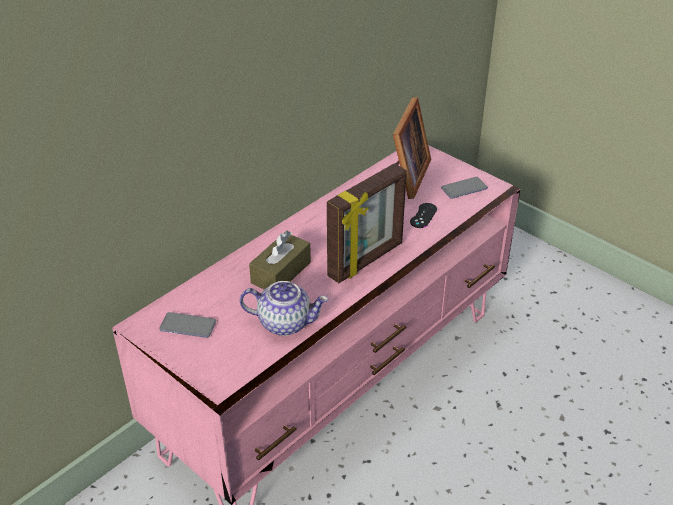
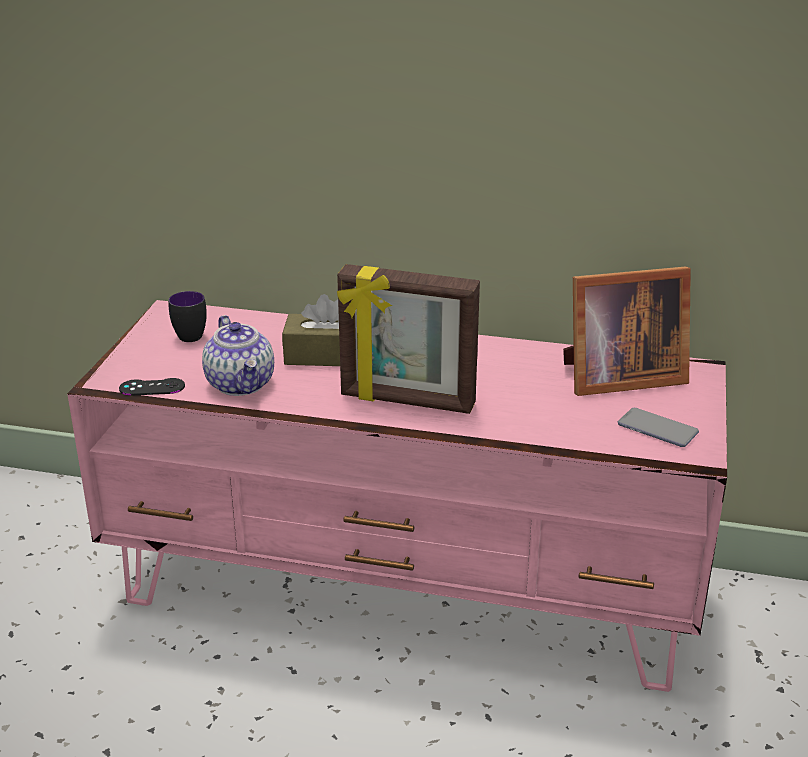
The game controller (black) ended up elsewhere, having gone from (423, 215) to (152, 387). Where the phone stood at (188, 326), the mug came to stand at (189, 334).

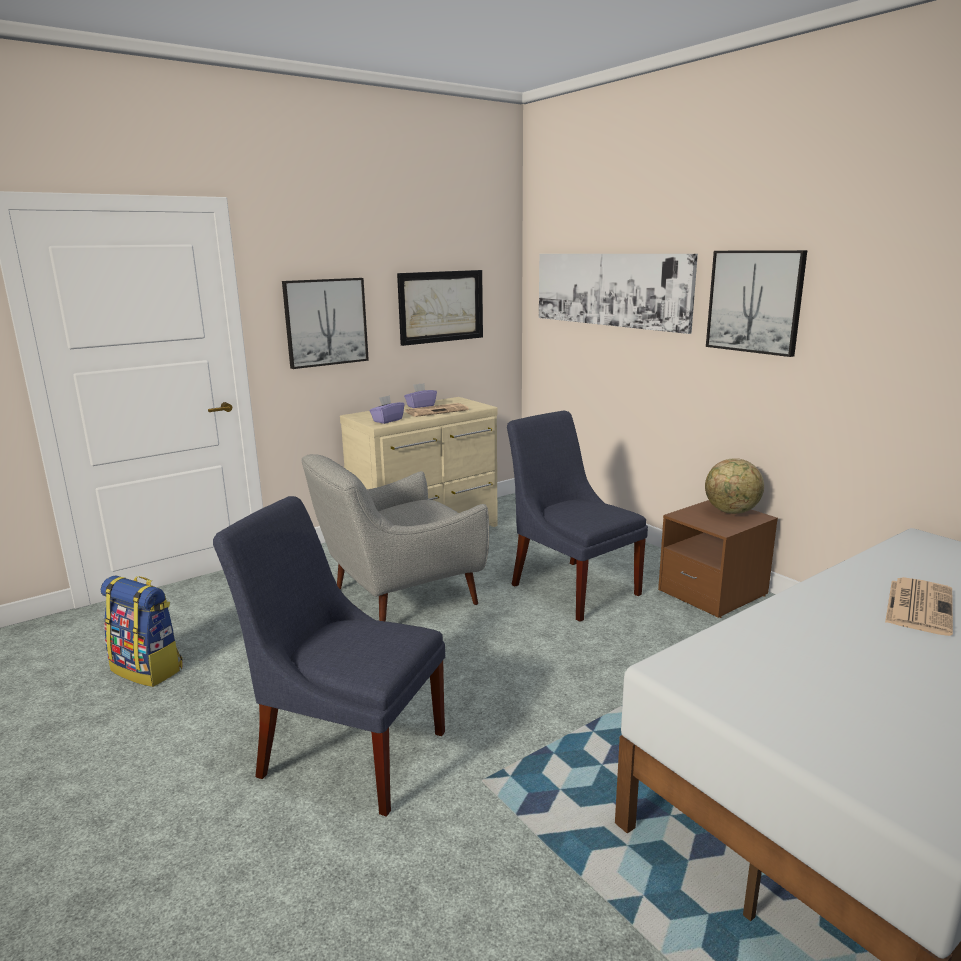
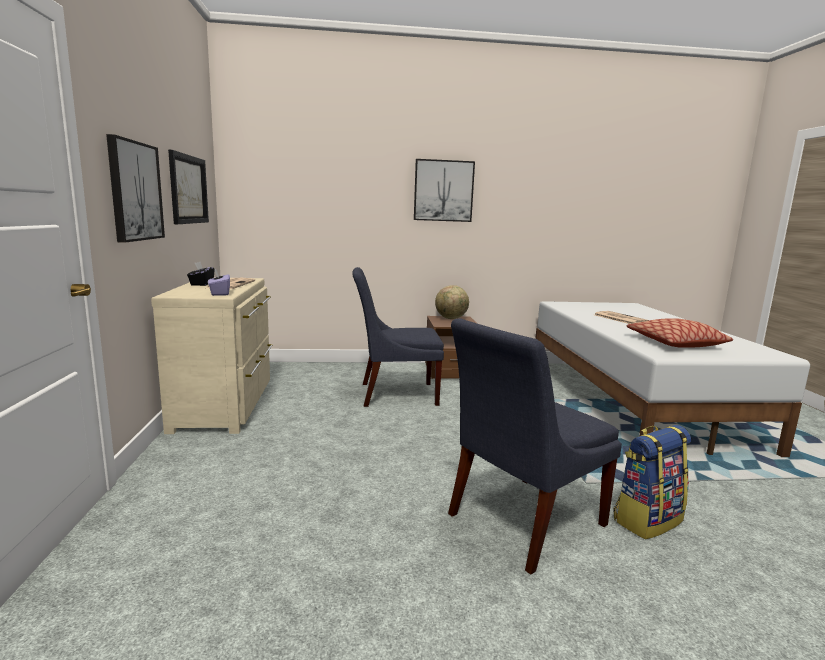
What was the tissue box (purple) at (420, 406) turned into the tissue box (black) at (201, 284). The backpack ended up elsewhere, having gone from (148, 669) to (647, 519). The second view gained the pillow at (675, 343). The second view lost the armchair (grey) at (398, 598). The second view lost the picture at (610, 289).

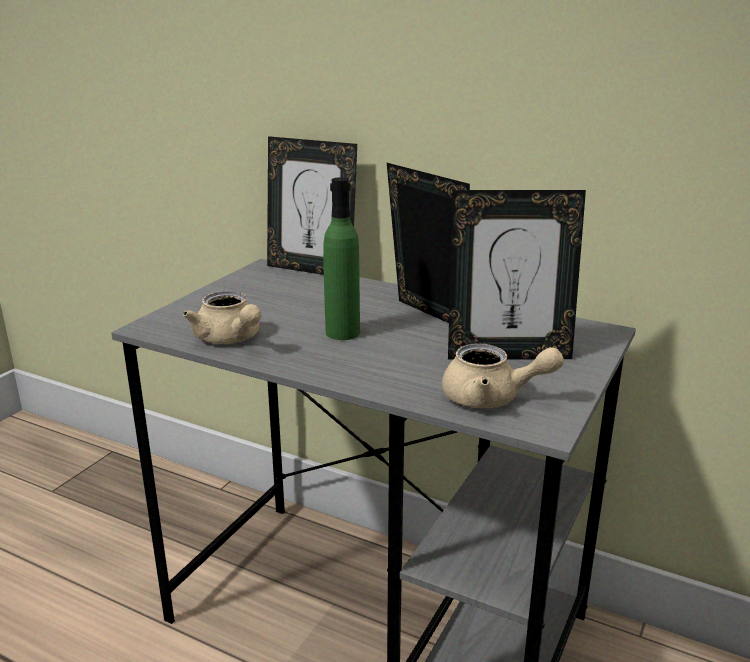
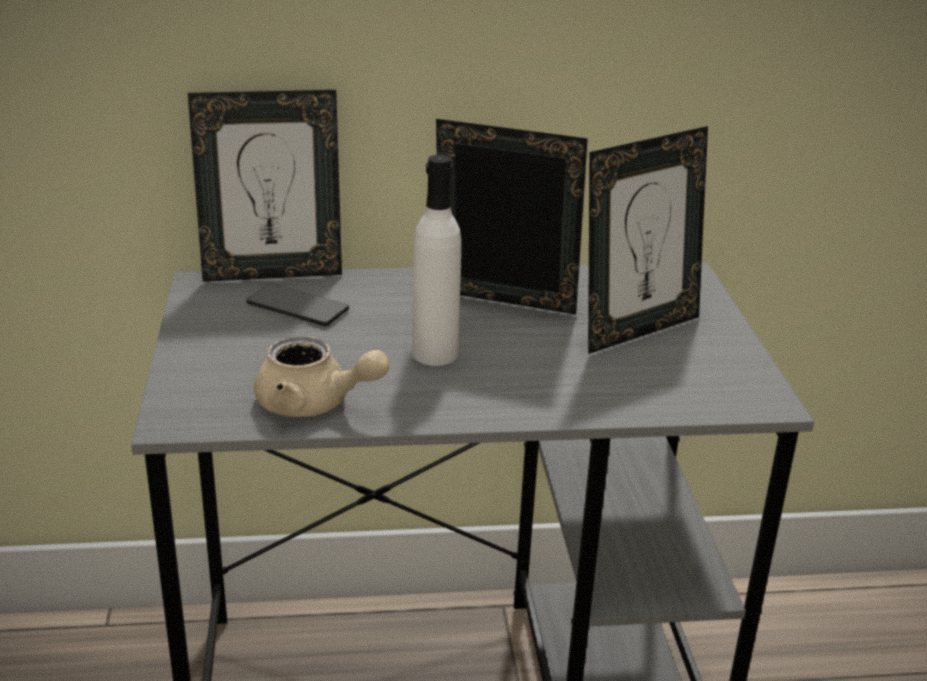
The second view gained the phone at (297, 307). What was the bottle (green) at (342, 332) turned into the bottle (white) at (435, 354). The second view lost the teapot (beige) at (492, 398).

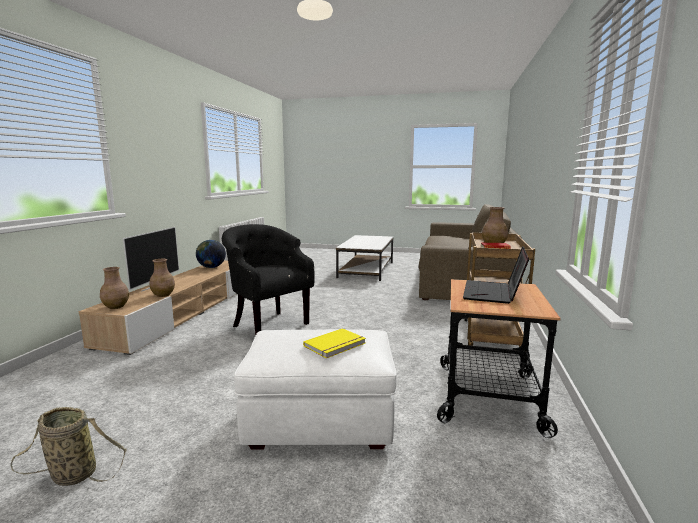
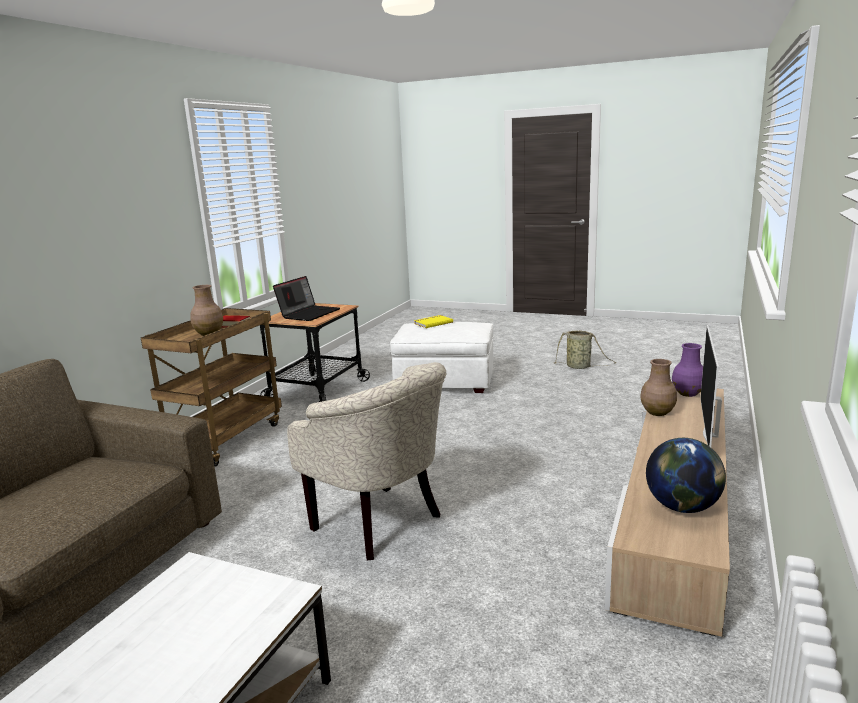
The second view gained the armchair (beige) at (382, 524). What was the vase (brown) at (116, 307) turned into the vase (purple) at (687, 393). The second view lost the armchair (black) at (268, 324).

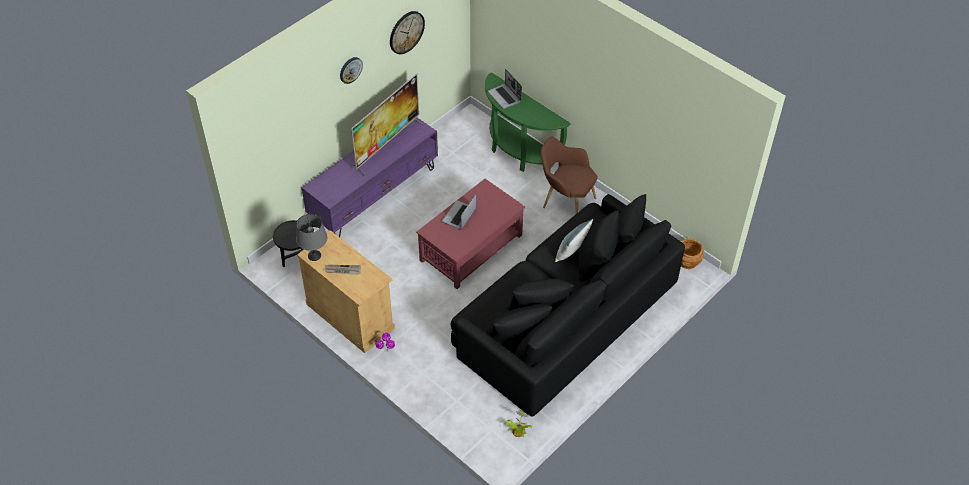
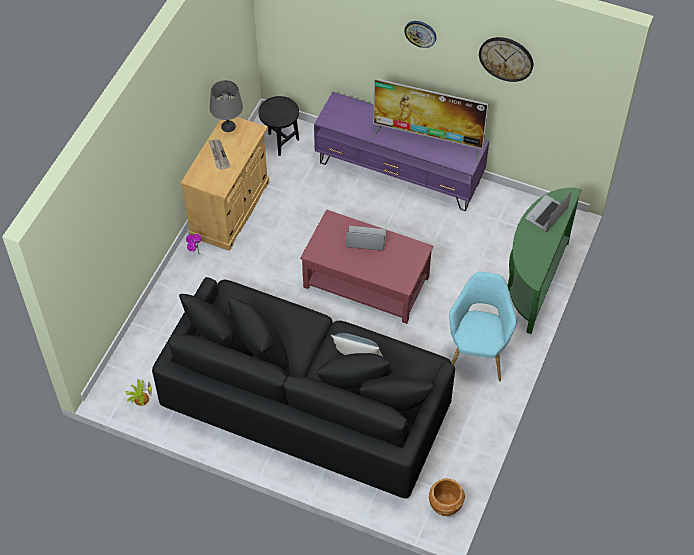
What was the armchair (brown) at (565, 202) turned into the armchair (turquoise) at (477, 352).

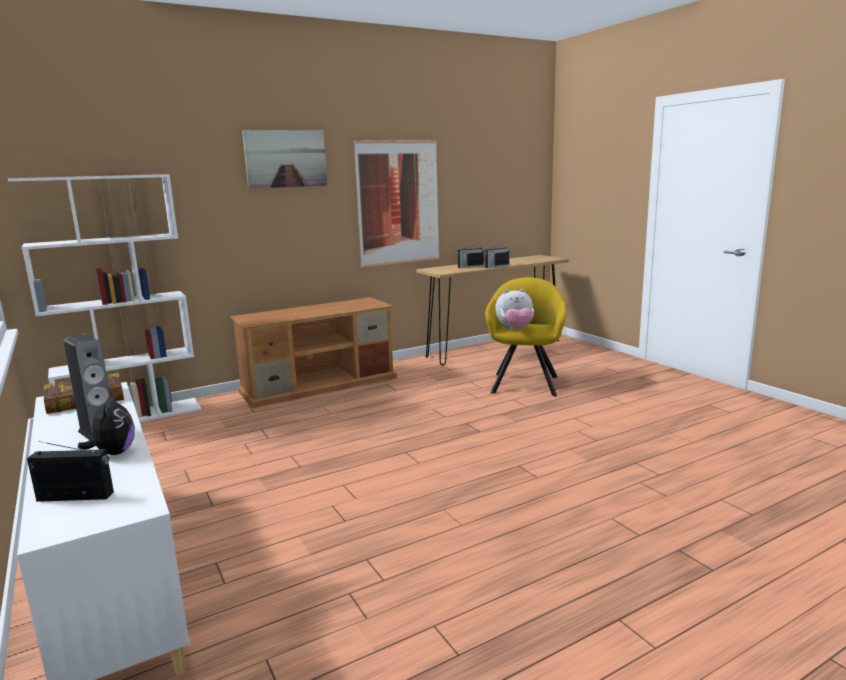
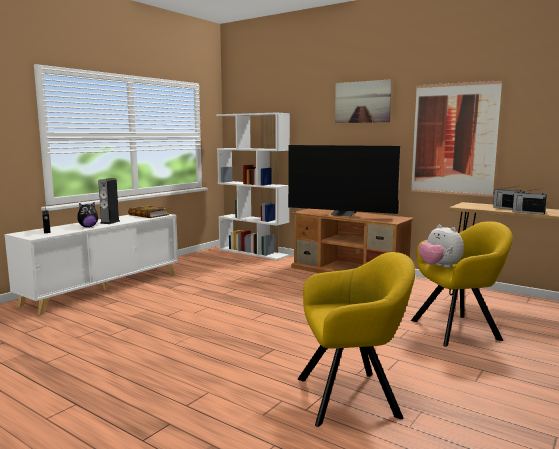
The second view gained the television at (342, 214). The second view gained the armchair (yellow) at (353, 396).

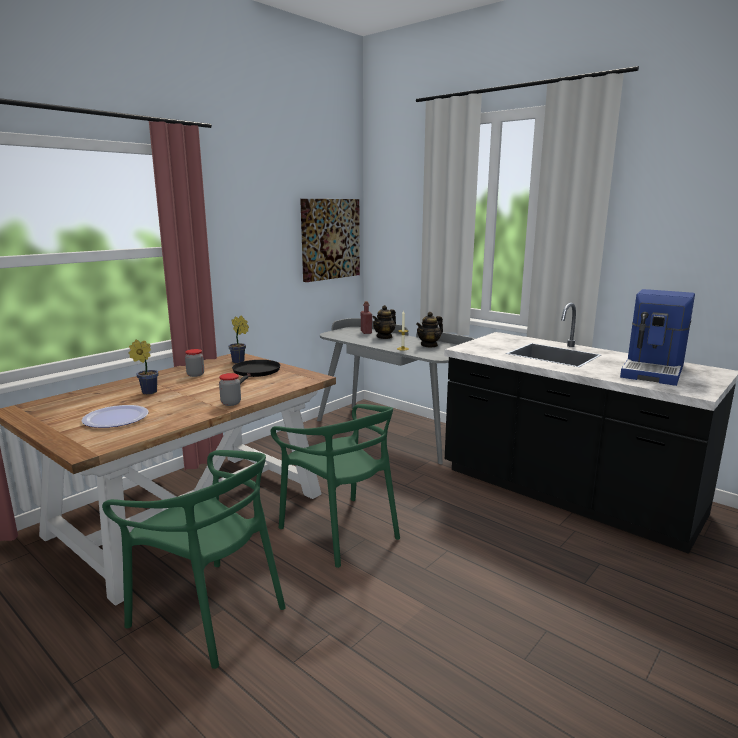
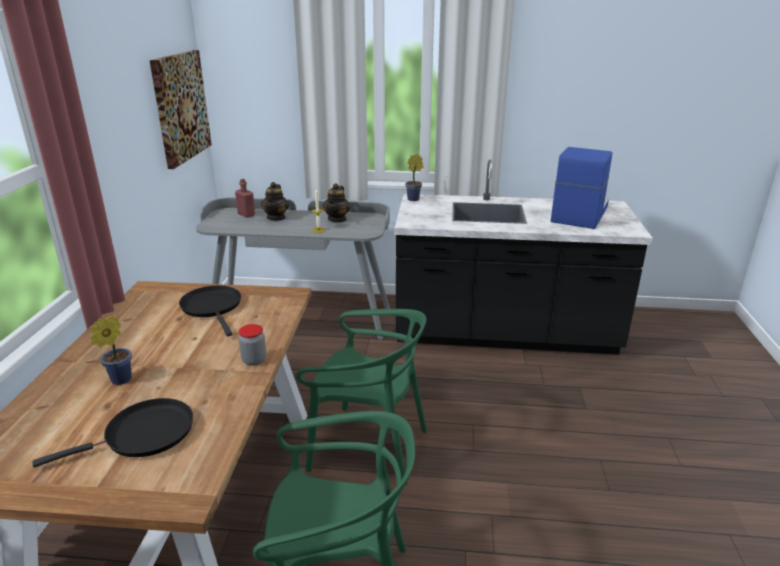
Where the plate stood at (116, 418), the frying pan (black) came to stand at (144, 434). The potted plant ended up elsewhere, having gone from (239, 361) to (414, 199). The coffee machine at (654, 370) ended up facing another way, 150 degrees counterclockwise from before. The second view lost the jar at (195, 374).

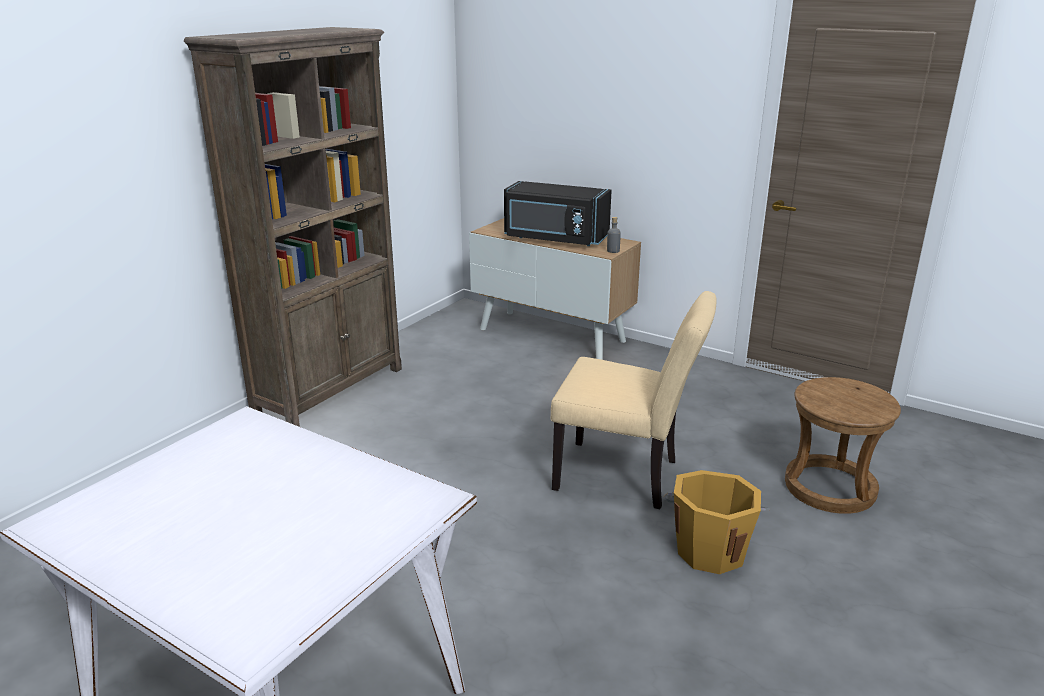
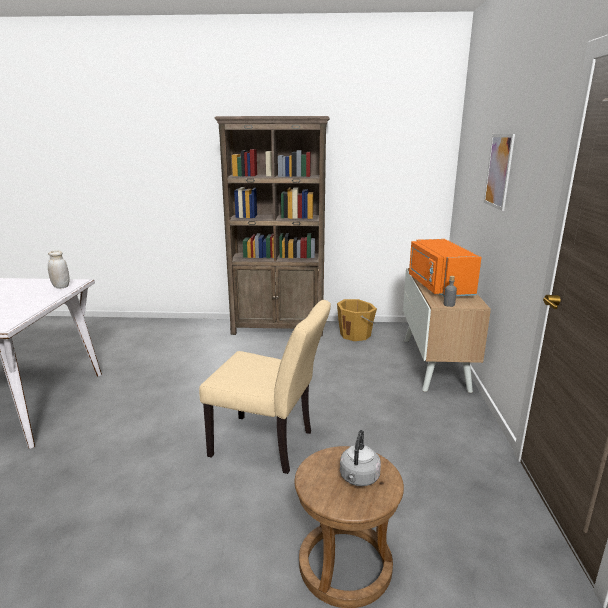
The second view gained the jar (white) at (61, 287). The chair (beige) at (626, 476) ended up facing another way, 60 degrees counterclockwise from before. The bucket (orange) ended up elsewhere, having gone from (710, 550) to (356, 335). The second view gained the kettle (grey) at (358, 479). What was the microwave (black) at (554, 239) turned into the microwave (orange) at (438, 286). The second view gained the picture at (498, 171).

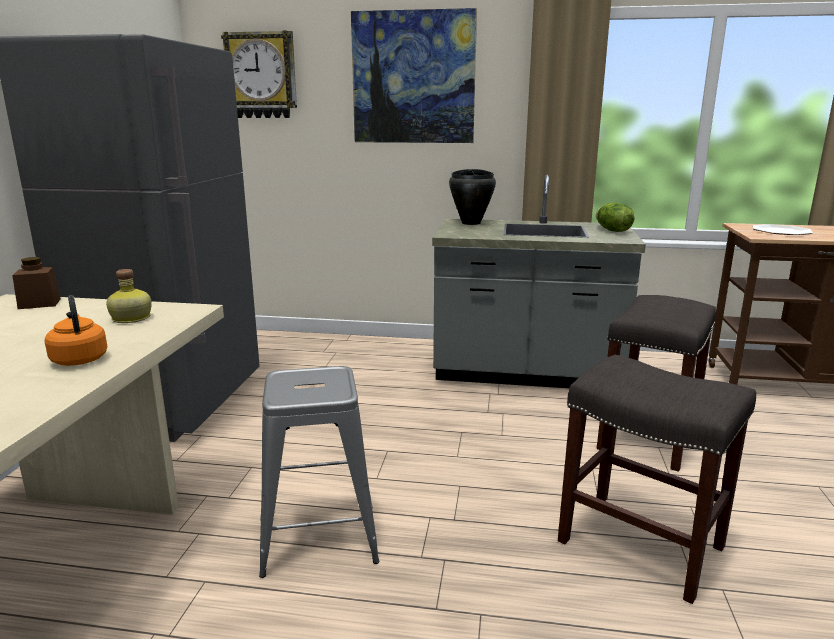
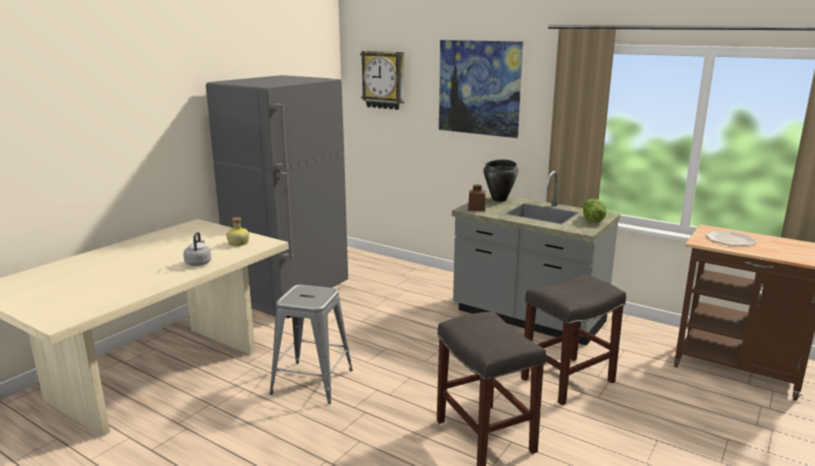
What was the kettle (orange) at (79, 359) turned into the kettle (grey) at (198, 263). The jar (brown) ended up elsewhere, having gone from (39, 304) to (476, 208).

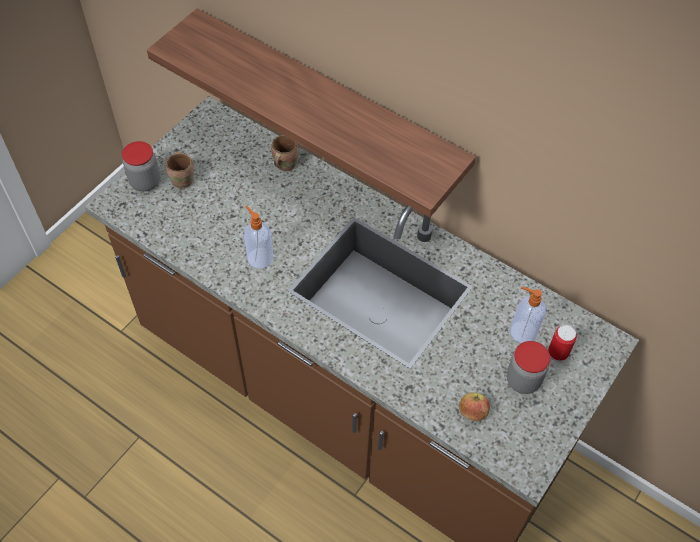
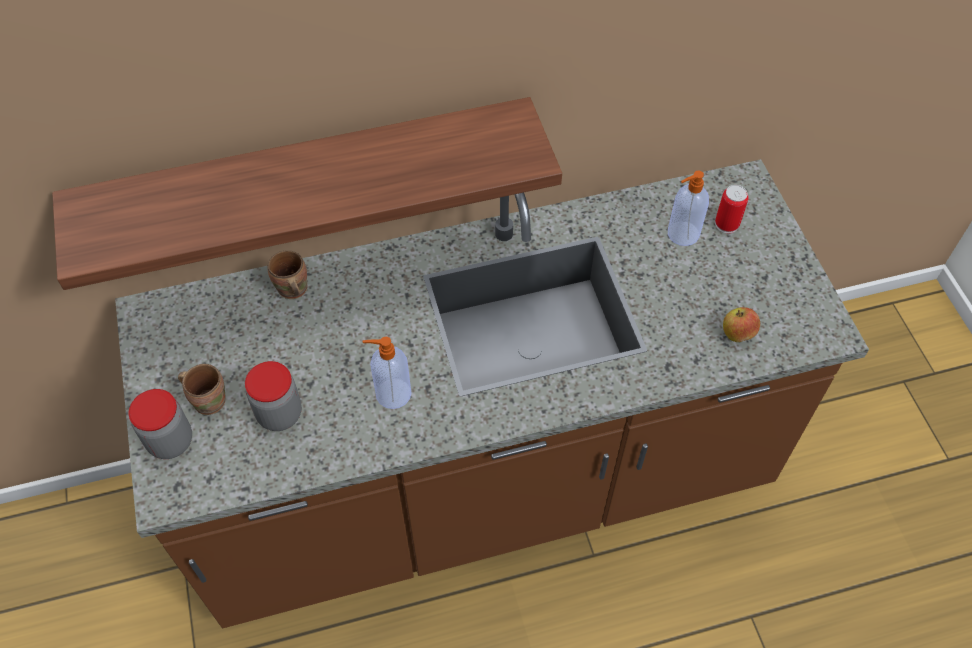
The jar ended up elsewhere, having gone from (523, 380) to (279, 414).

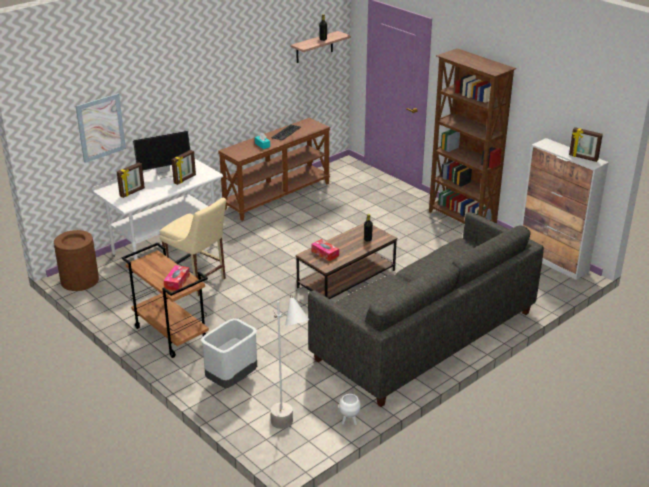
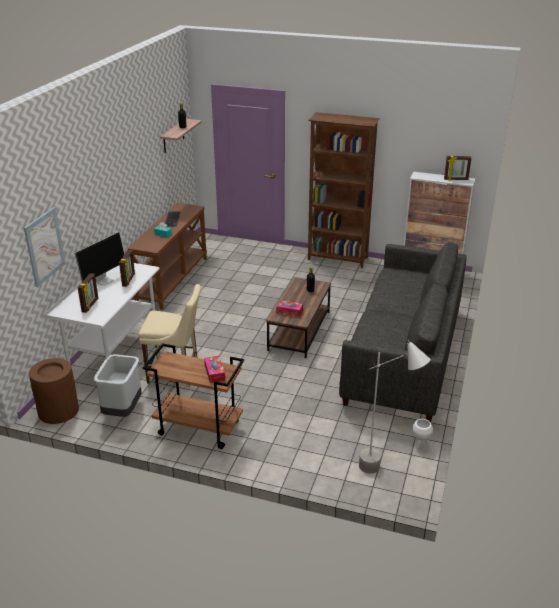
The trash can (grey) ended up elsewhere, having gone from (231, 379) to (122, 410).

